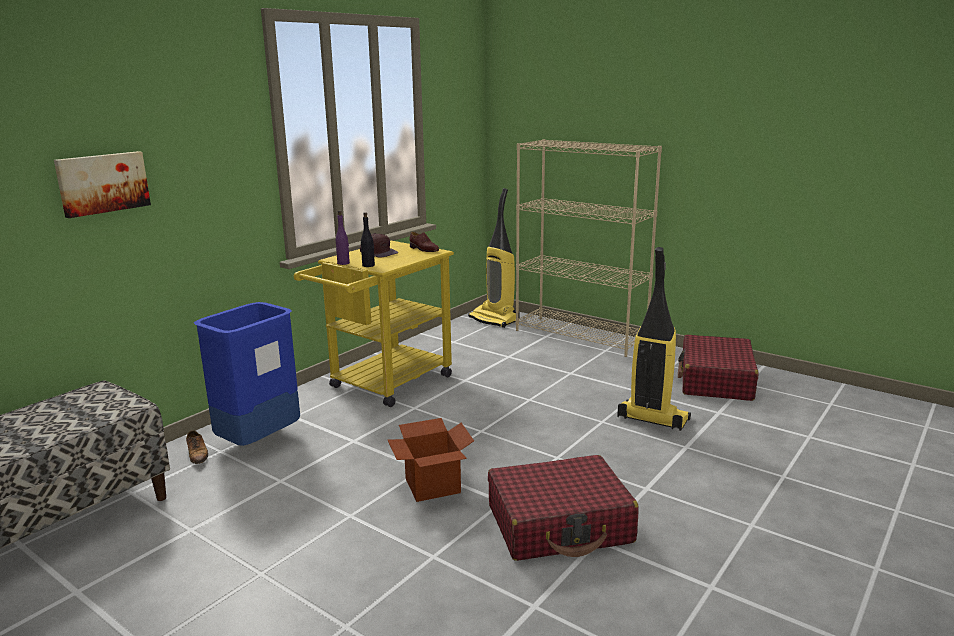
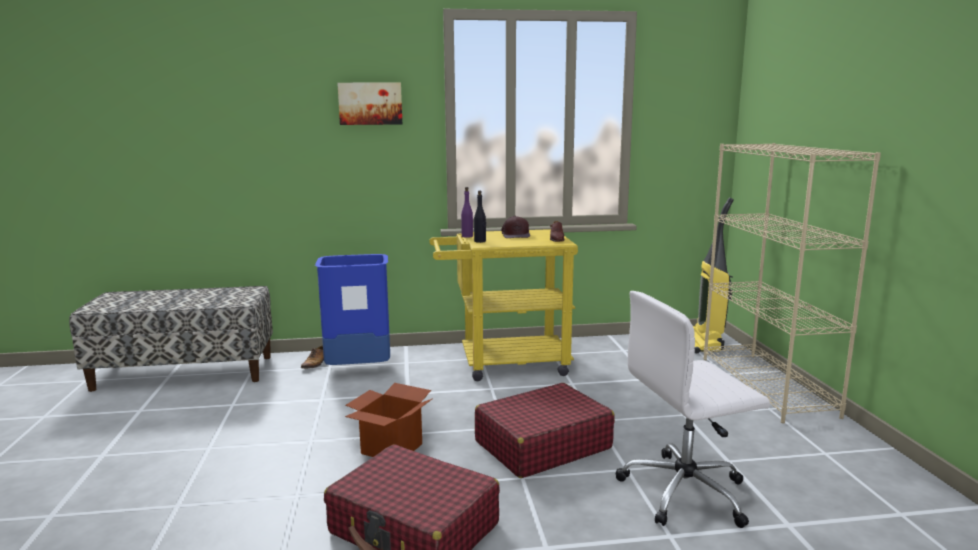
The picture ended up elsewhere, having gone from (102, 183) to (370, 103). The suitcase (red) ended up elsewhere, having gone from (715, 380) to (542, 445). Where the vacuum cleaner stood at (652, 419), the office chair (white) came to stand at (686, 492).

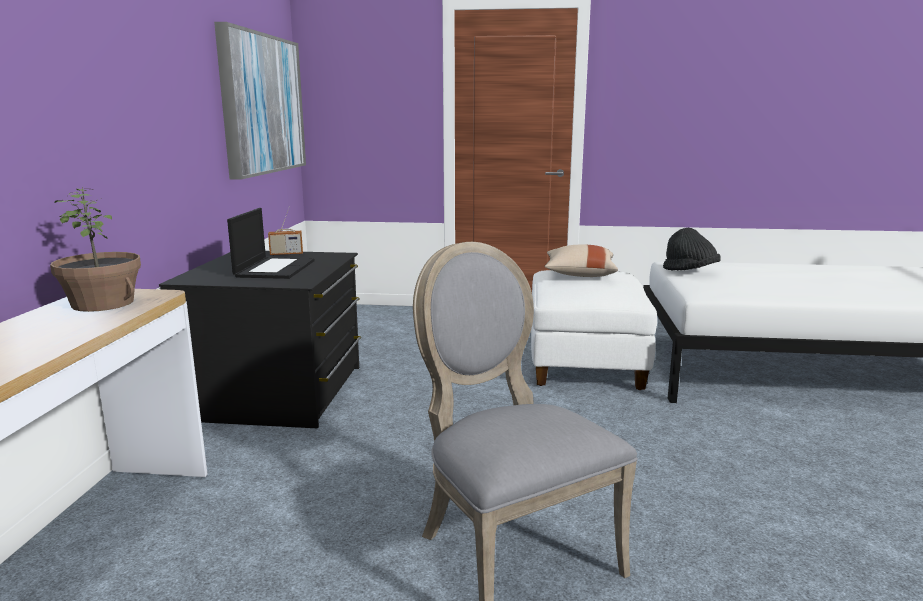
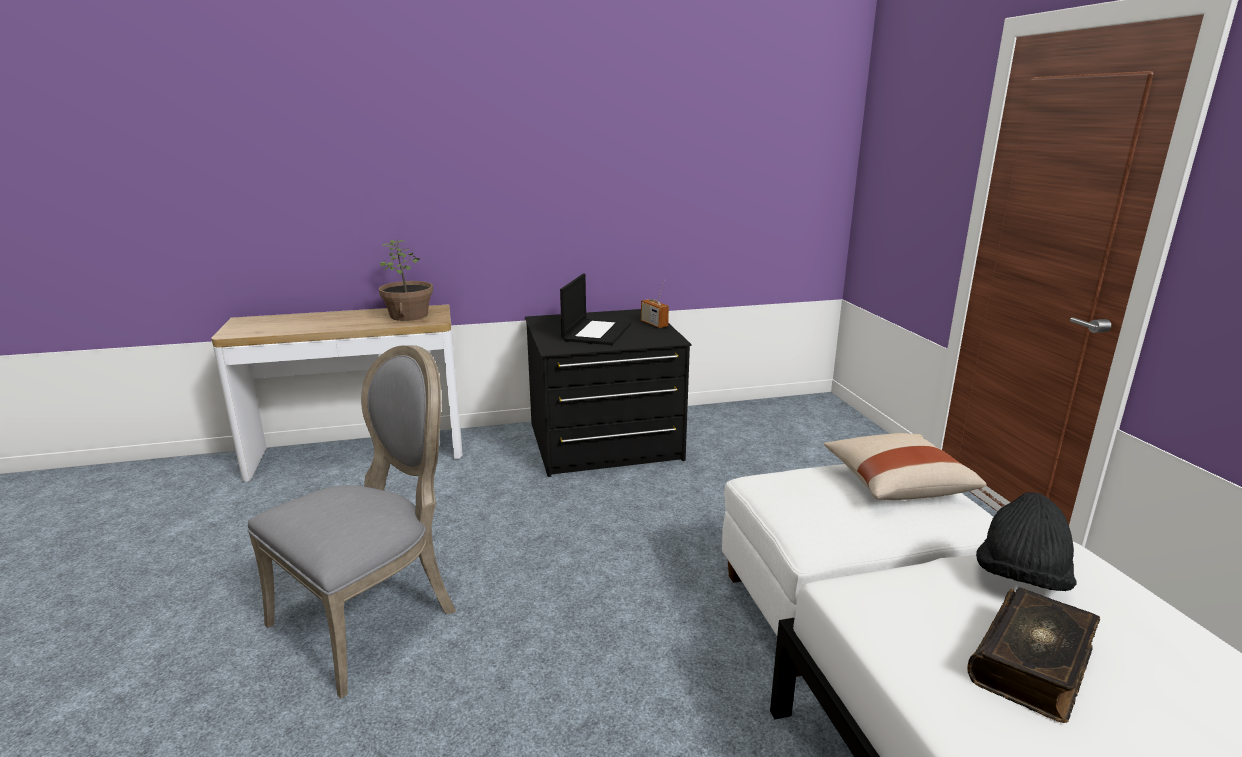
The laptop at (275, 268) ended up facing another way, 60 degrees counterclockwise from before. The second view gained the book at (1033, 664). The second view lost the picture at (262, 104).

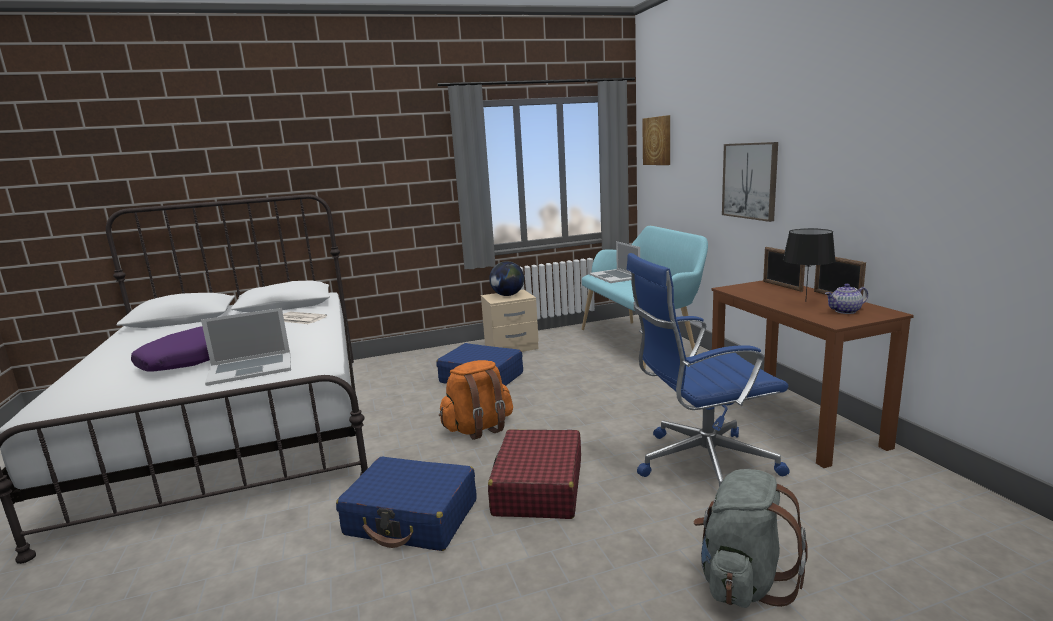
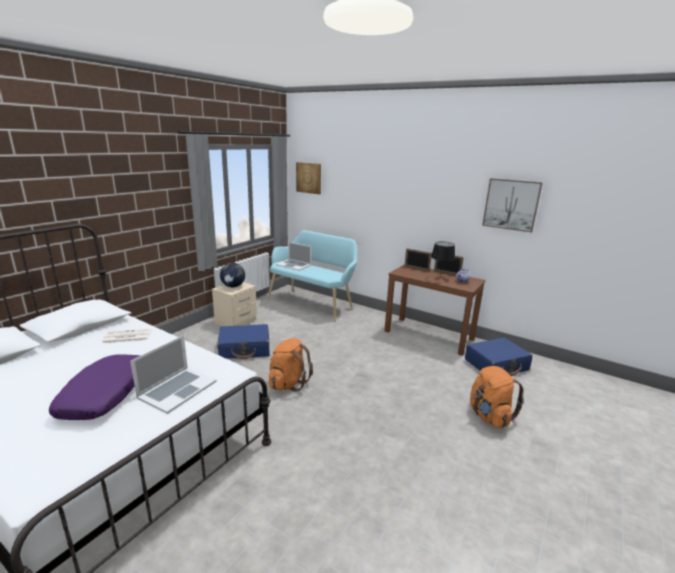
The suitcase (blue) ended up elsewhere, having gone from (412, 518) to (496, 365). What was the backpack (grey) at (742, 581) turned into the backpack (orange) at (489, 416). The picture ended up elsewhere, having gone from (750, 180) to (511, 204). The second view lost the suitcase (red) at (538, 487). The second view lost the office chair (blue) at (701, 464).

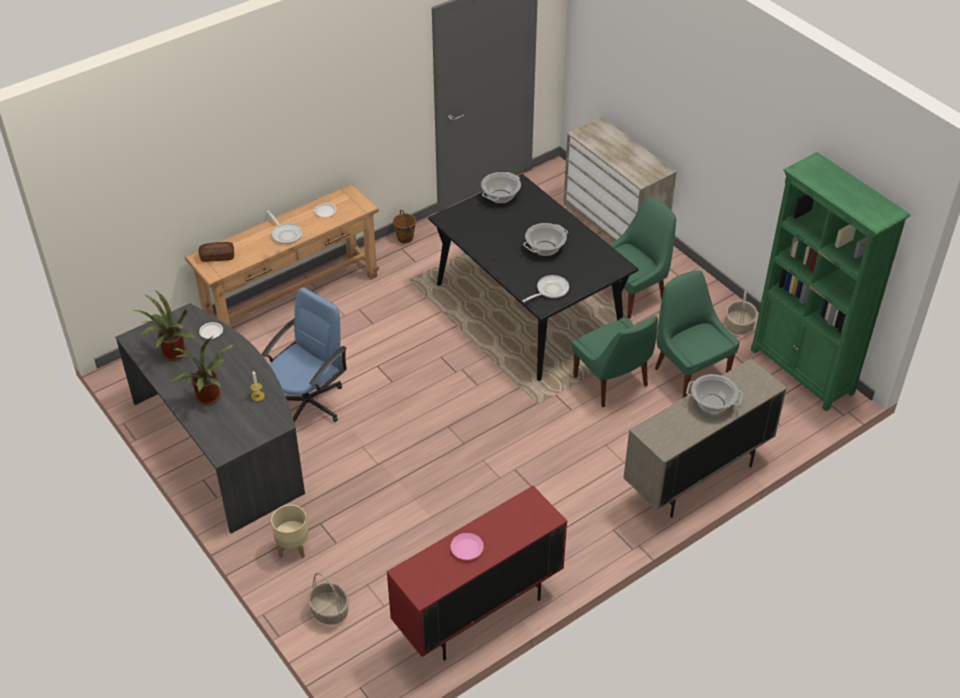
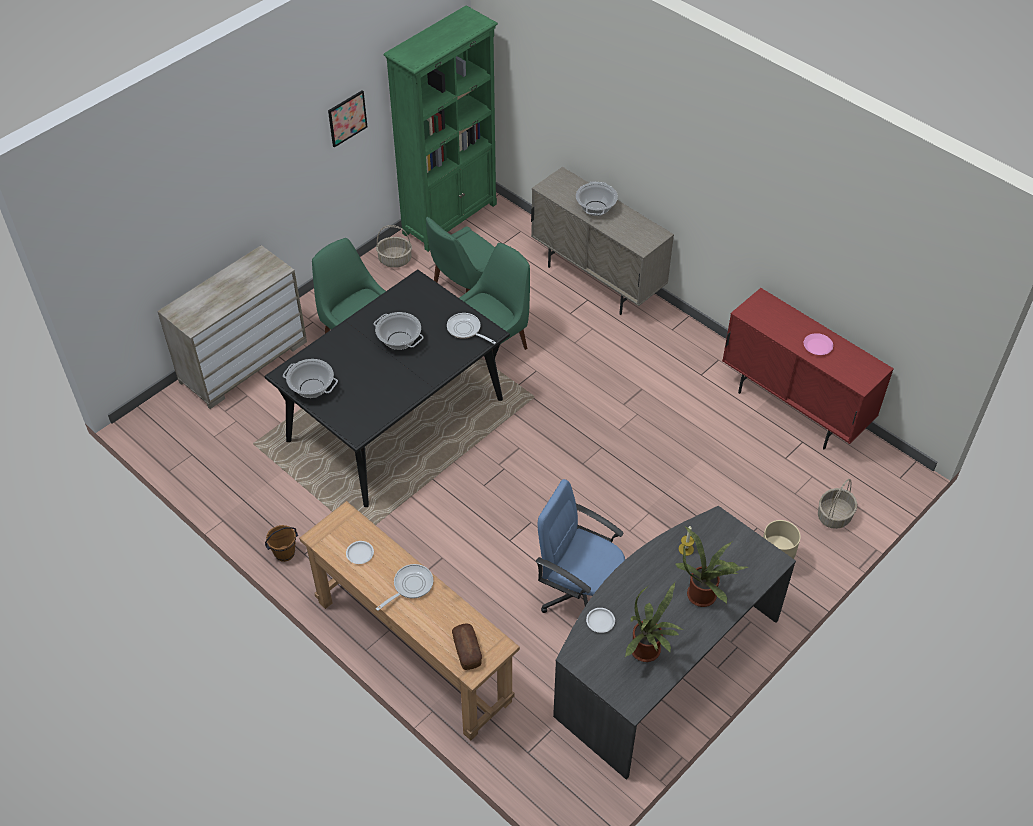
The second view gained the picture at (347, 118).

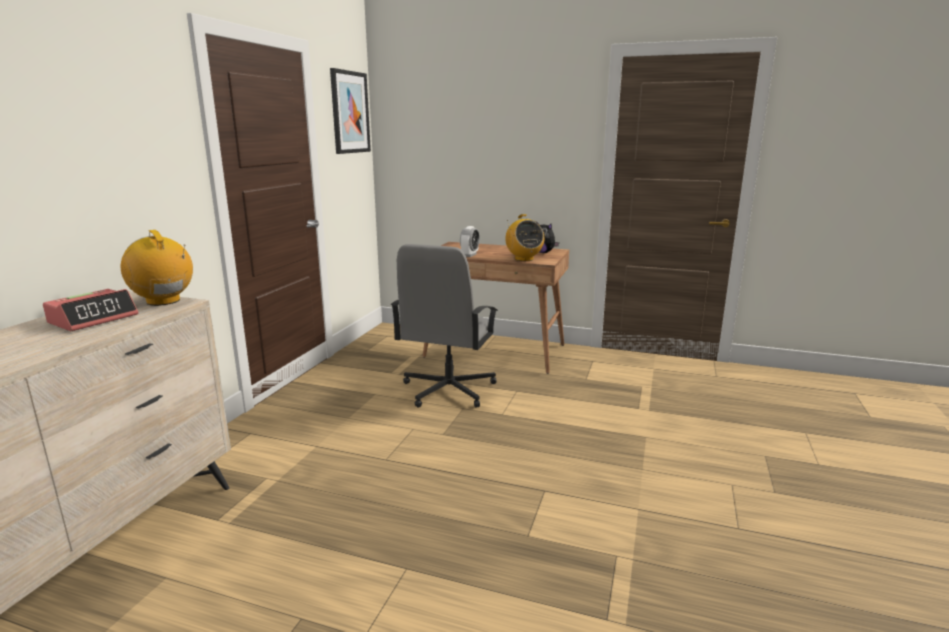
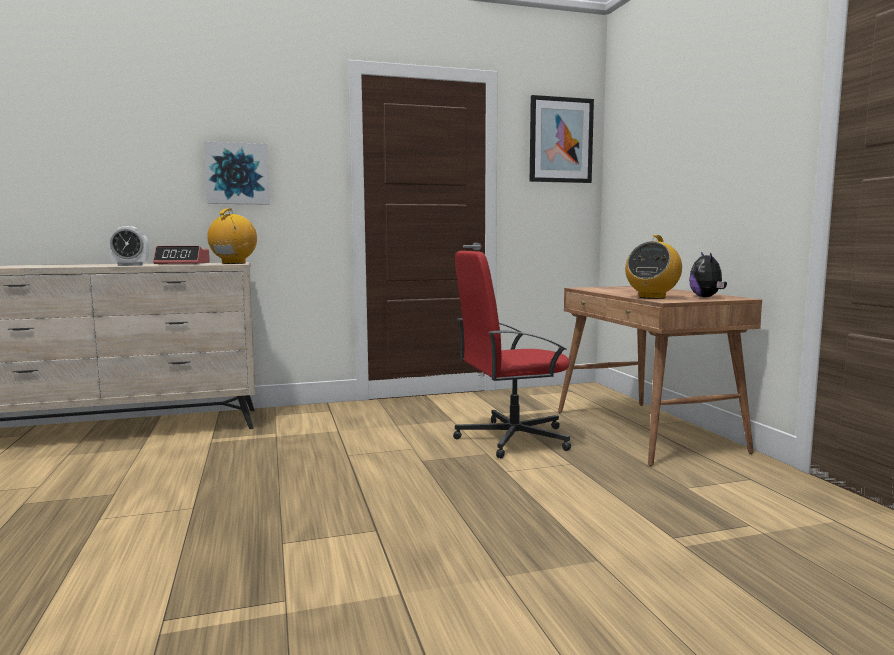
The alarm clock ended up elsewhere, having gone from (469, 255) to (130, 265). The second view gained the picture at (237, 174). What was the office chair (grey) at (447, 390) turned into the office chair (red) at (511, 438).

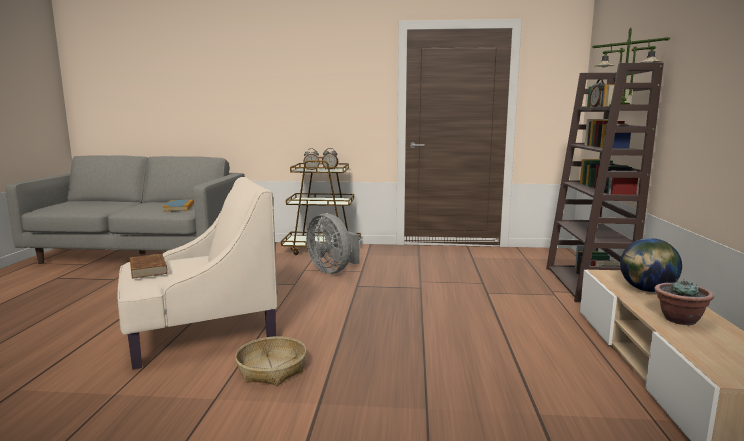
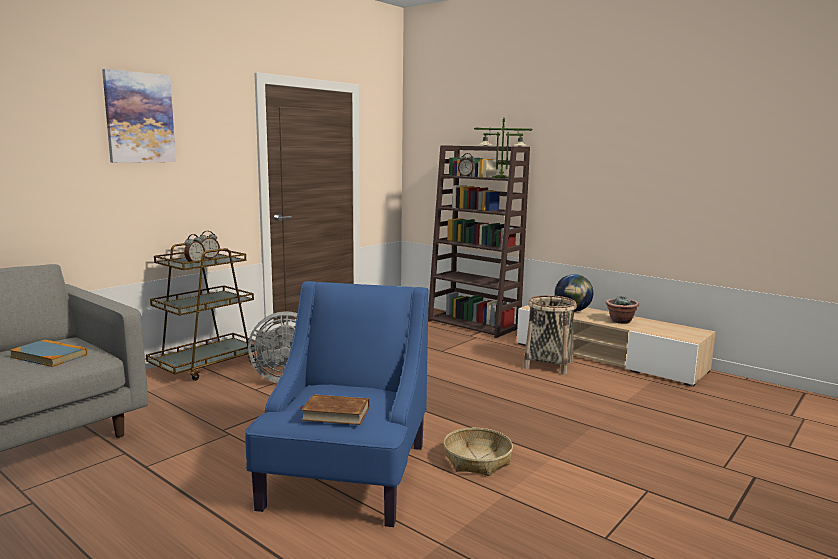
The second view gained the picture at (139, 118). What was the armchair (beige) at (199, 332) turned into the armchair (blue) at (346, 476). The second view gained the basket at (548, 365).

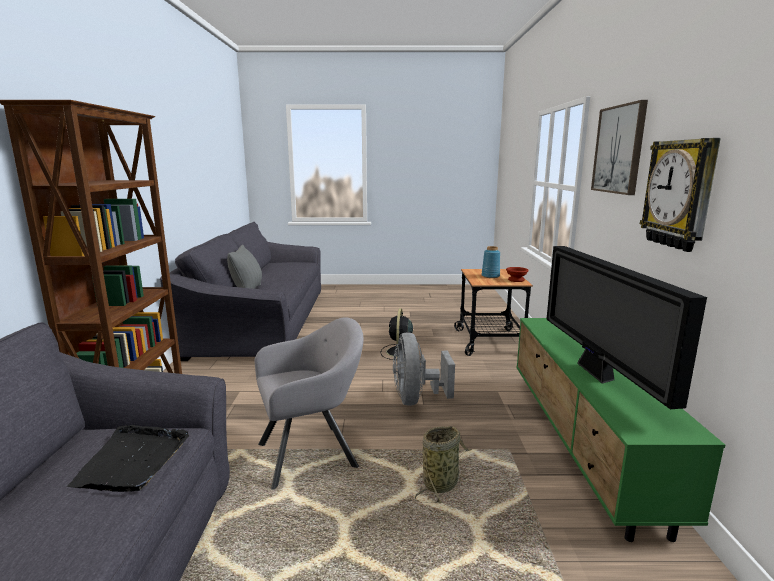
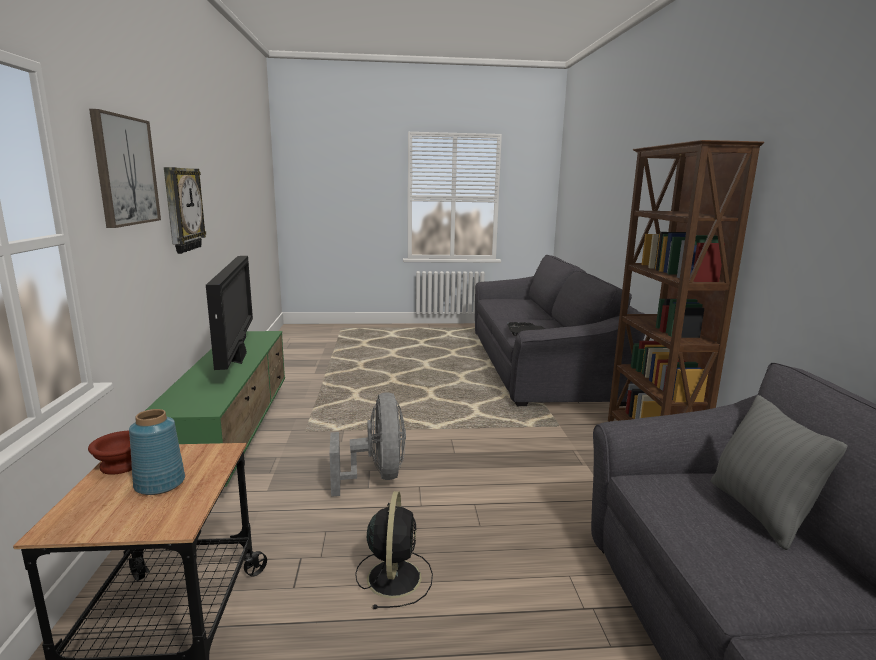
The second view lost the armchair (grey) at (312, 454). The second view lost the basket at (442, 483).

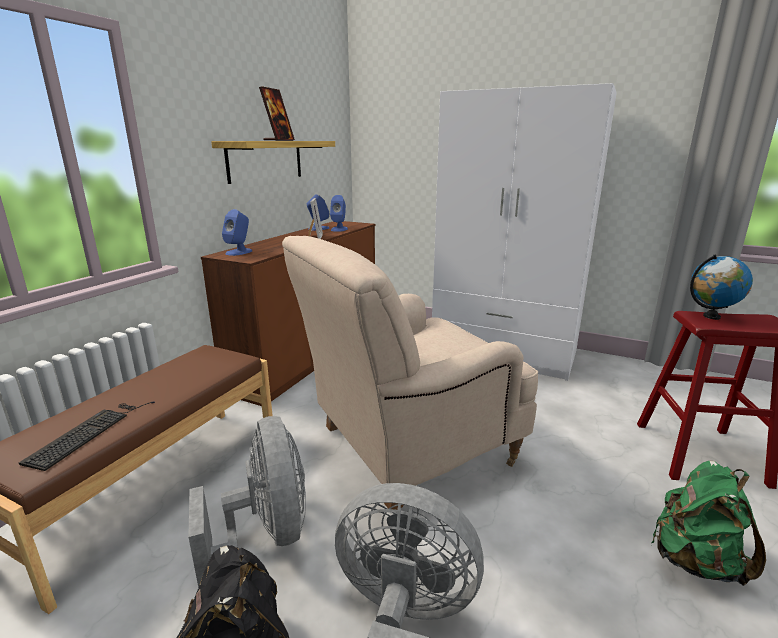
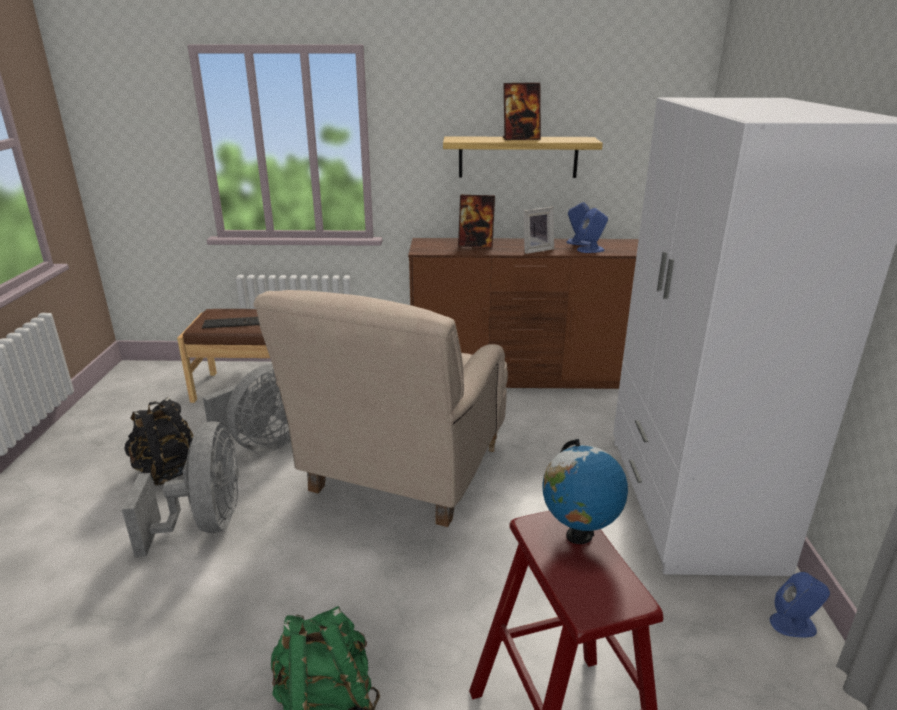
The armchair (beige) at (407, 448) ended up facing another way, 105 degrees counterclockwise from before. The second view gained the picture frame at (476, 245). The speaker (blue) ended up elsewhere, having gone from (239, 252) to (793, 625).

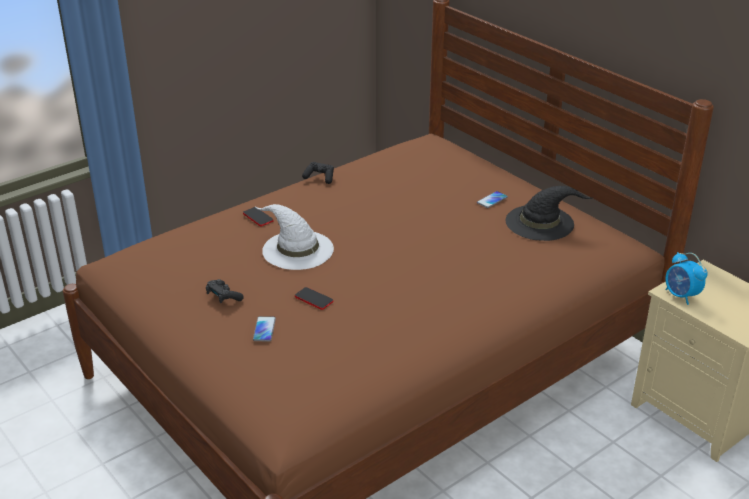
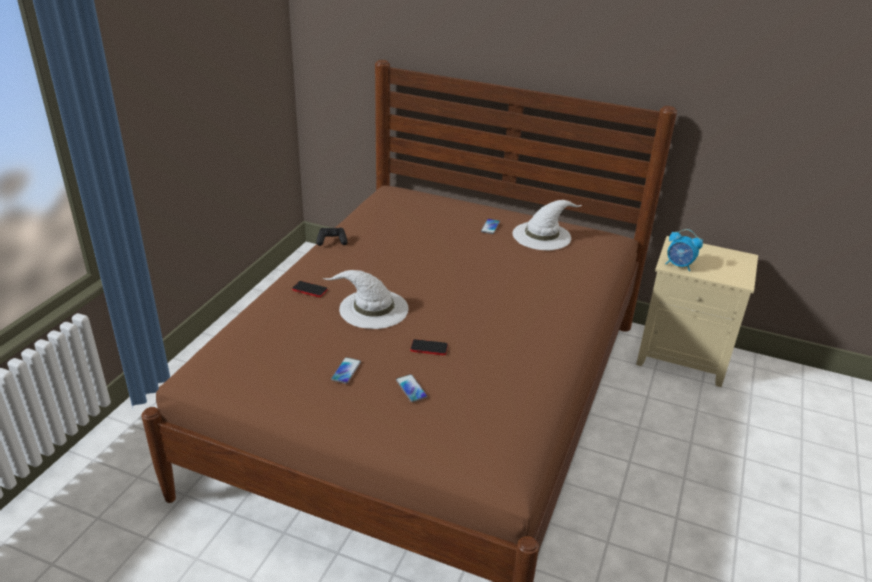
Where the game controller (black) stood at (223, 297), the phone came to stand at (346, 371). What was the hat (black) at (540, 222) turned into the hat (white) at (542, 235).

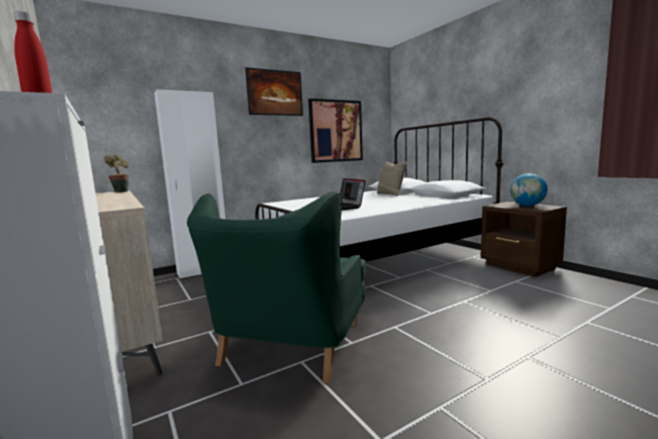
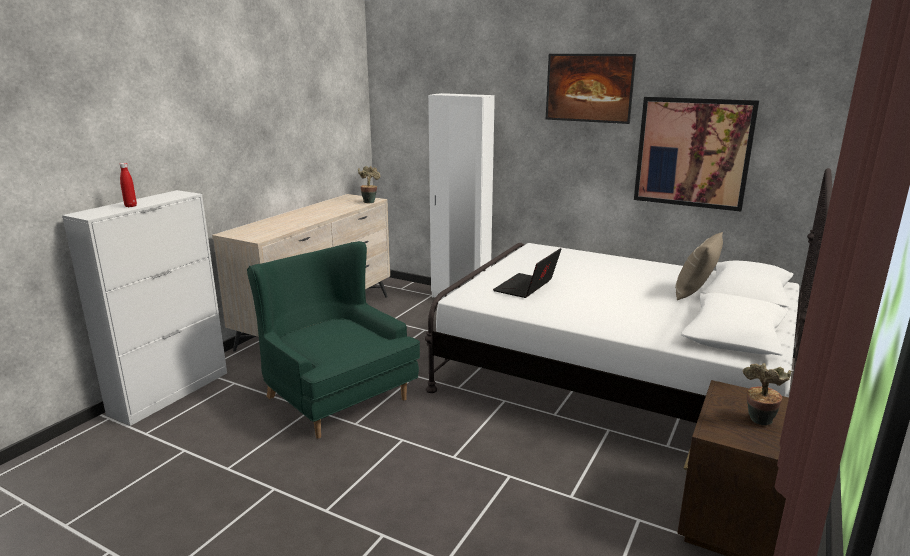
The armchair (green) at (290, 345) ended up facing another way, 60 degrees clockwise from before. Where the globe stood at (527, 205), the potted plant came to stand at (758, 422).

